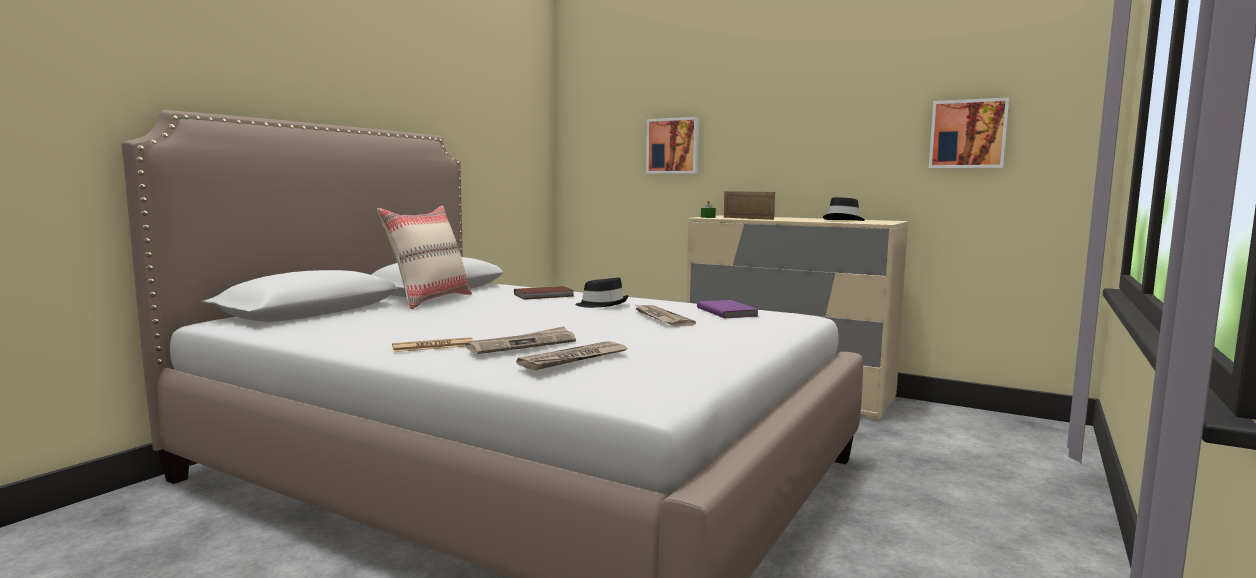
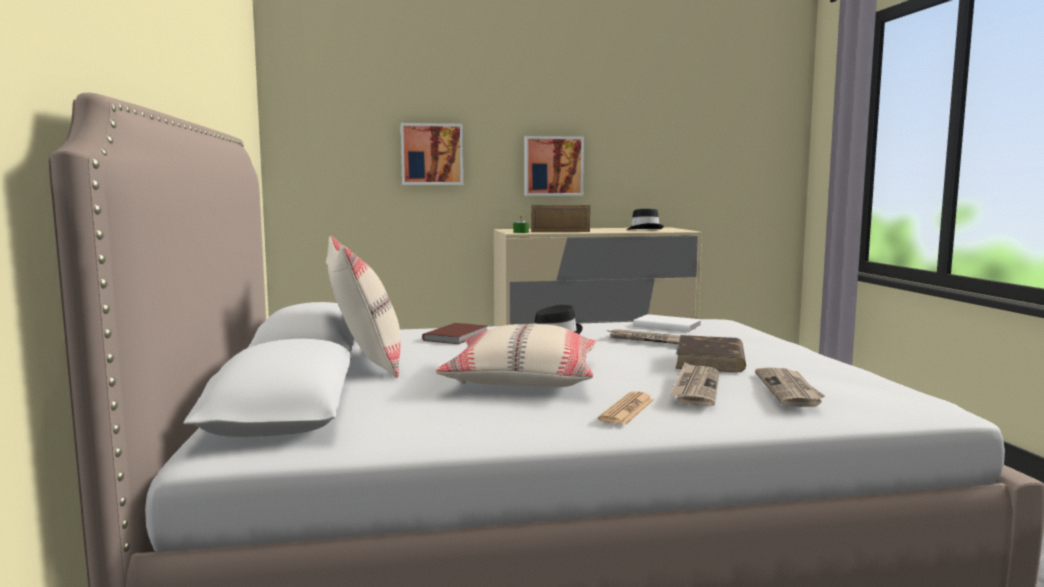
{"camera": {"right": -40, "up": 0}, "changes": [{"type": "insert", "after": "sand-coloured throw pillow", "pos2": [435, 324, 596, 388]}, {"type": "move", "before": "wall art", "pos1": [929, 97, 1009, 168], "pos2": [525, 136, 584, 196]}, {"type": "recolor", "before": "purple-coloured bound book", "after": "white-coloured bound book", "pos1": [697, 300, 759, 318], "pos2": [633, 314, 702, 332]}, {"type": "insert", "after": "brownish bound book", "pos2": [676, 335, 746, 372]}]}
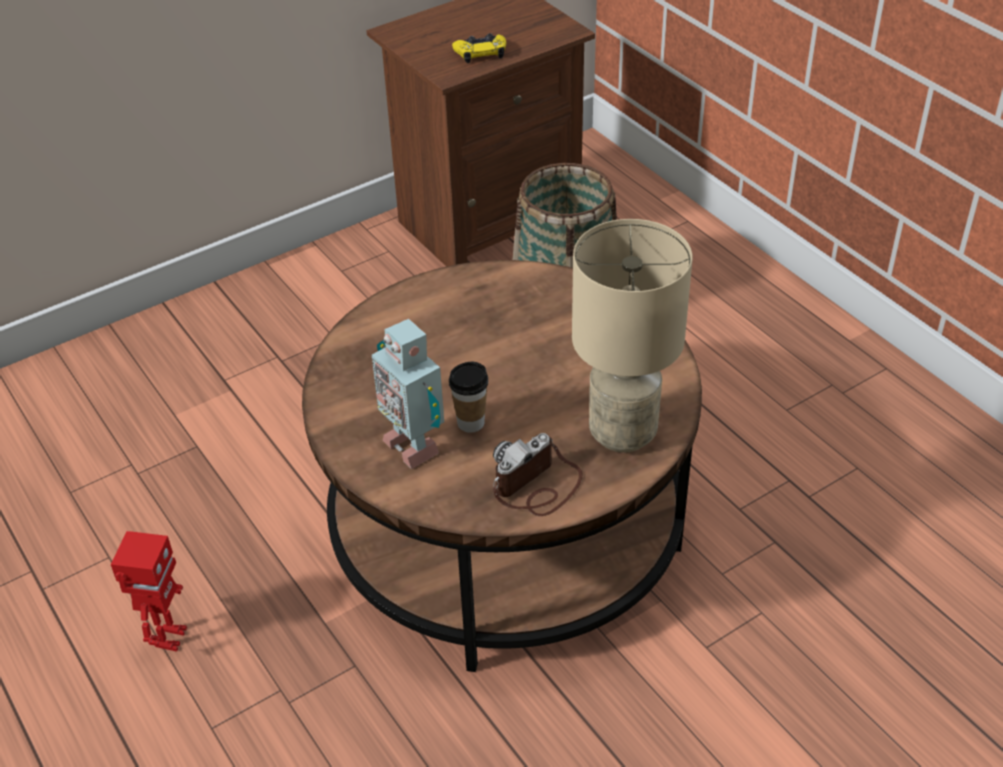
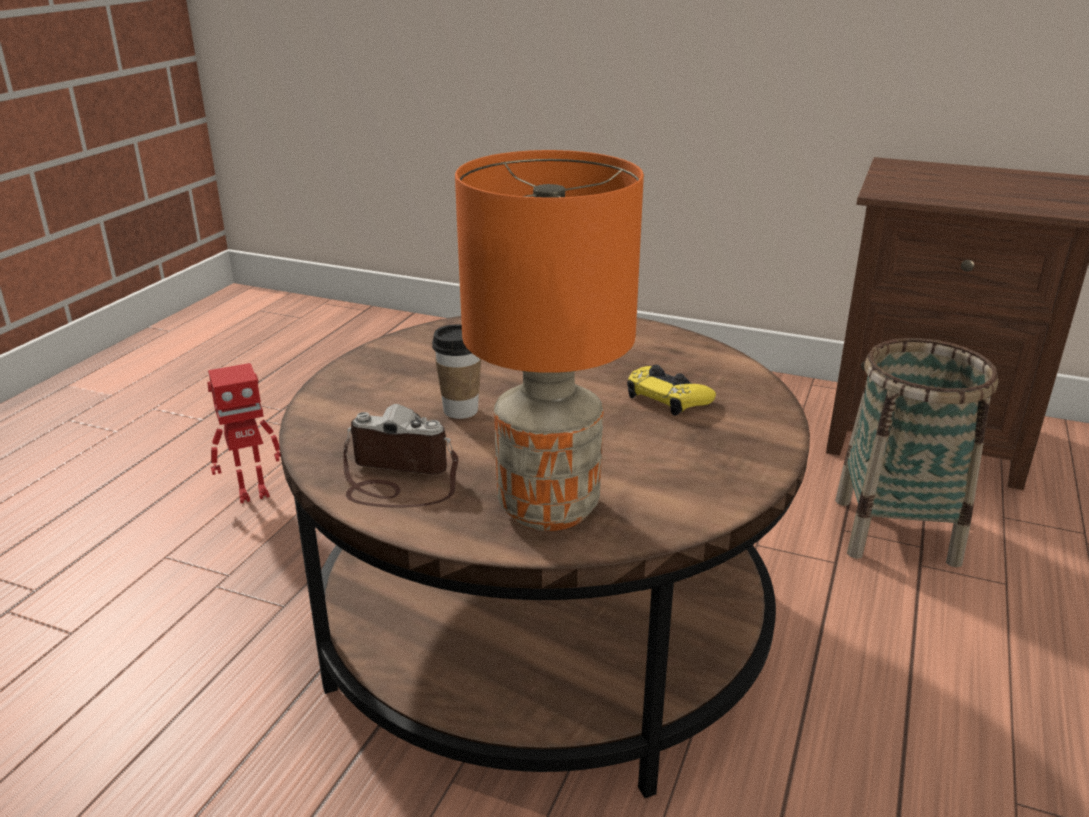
{"camera": {"right": 55, "up": -15}, "changes": [{"type": "recolor", "before": "sand-coloured tabletop lamp", "after": "orange-coloured tabletop lamp", "pos1": [572, 219, 692, 453], "pos2": [455, 150, 644, 531]}, {"type": "move", "before": "yellow-coloured joypad", "pos1": [452, 33, 506, 63], "pos2": [627, 365, 716, 416]}, {"type": "delete", "before": "toy robot", "pos1": [372, 319, 444, 469]}]}
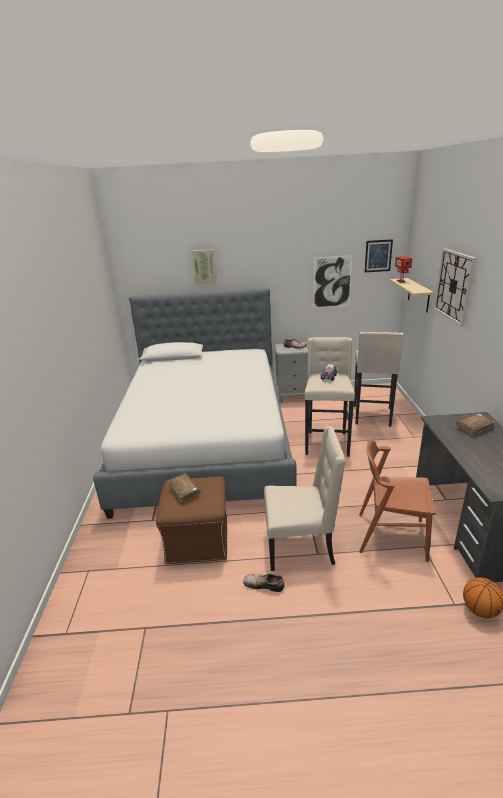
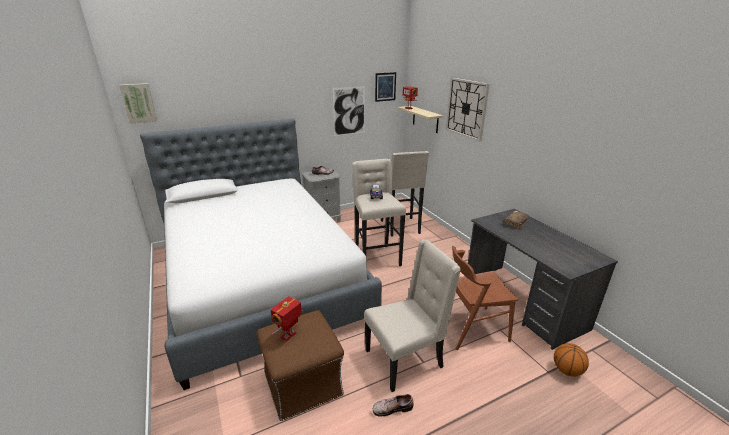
{"camera": {"right": -25, "up": 0}, "changes": [{"type": "move", "before": "wall art", "pos1": [192, 249, 217, 285], "pos2": [119, 83, 157, 124]}, {"type": "replace", "before": "brownish bound book", "after": "toy robot", "pos1": [167, 473, 201, 504], "pos2": [271, 296, 303, 341]}]}
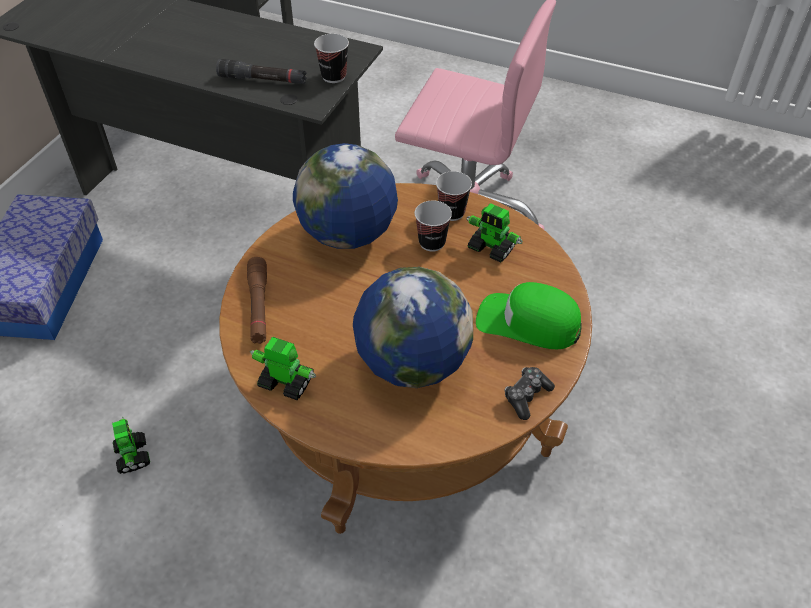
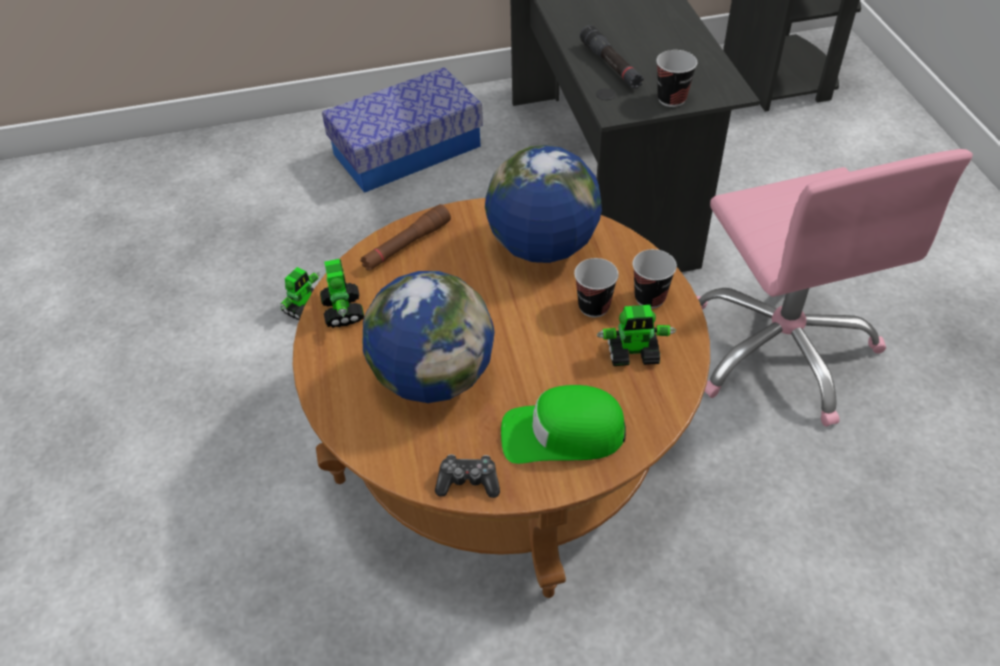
{"camera": {"right": 55, "up": 0}, "changes": [{"type": "rotate", "before": "green peaked cap", "pos1": [476, 282, 582, 349], "pos2": [501, 385, 626, 464], "turn": -75}, {"type": "rotate", "before": "toy robot", "pos1": [466, 203, 523, 263], "pos2": [597, 305, 676, 366], "turn": -90}]}
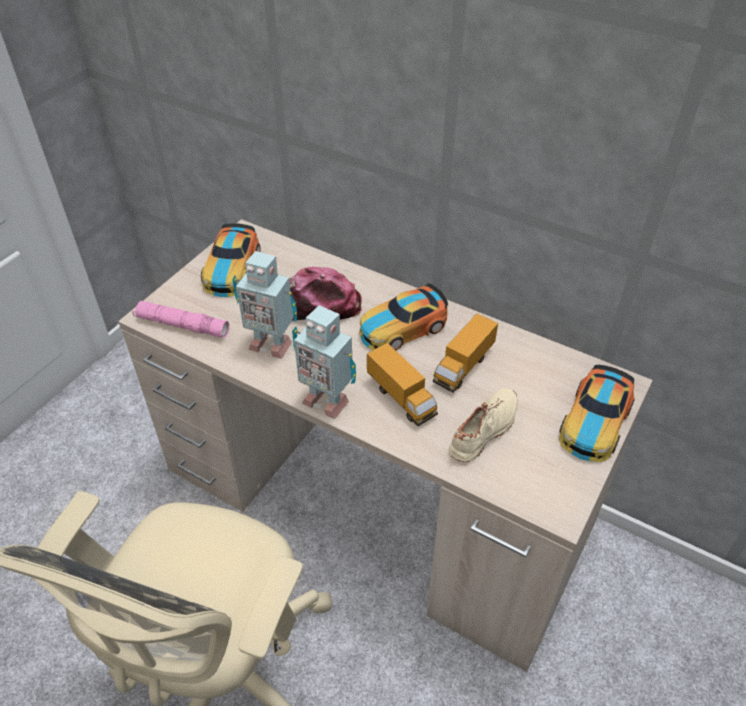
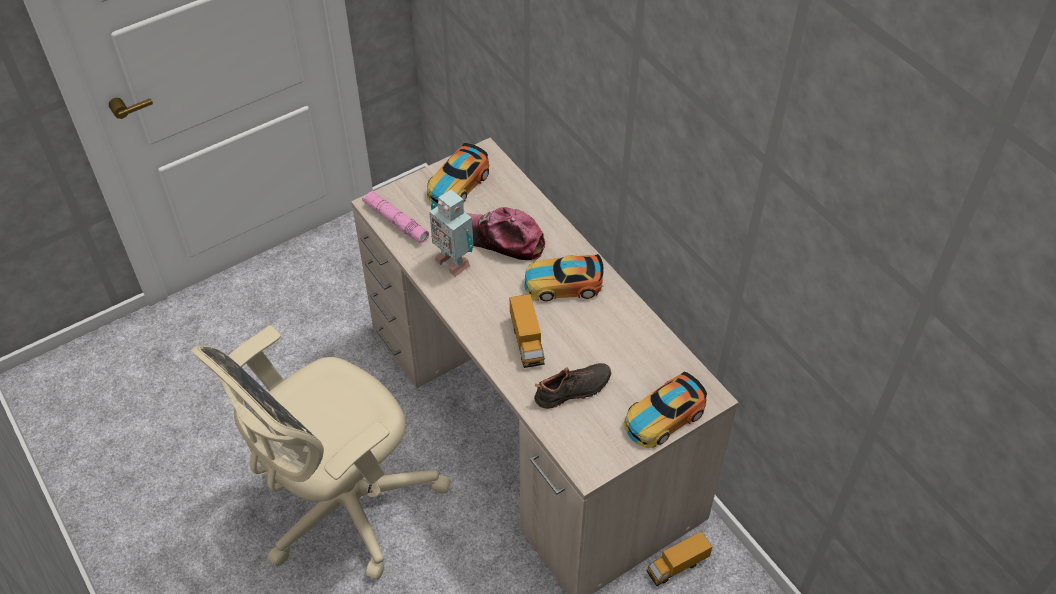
{"camera": {"right": 25, "up": 5}, "changes": [{"type": "recolor", "before": "sand-coloured item of footwear", "after": "black item of footwear", "pos1": [449, 388, 518, 462], "pos2": [534, 363, 611, 409]}, {"type": "move", "before": "model truck", "pos1": [433, 313, 498, 393], "pos2": [646, 531, 712, 586]}, {"type": "delete", "before": "toy robot", "pos1": [292, 305, 356, 419]}]}
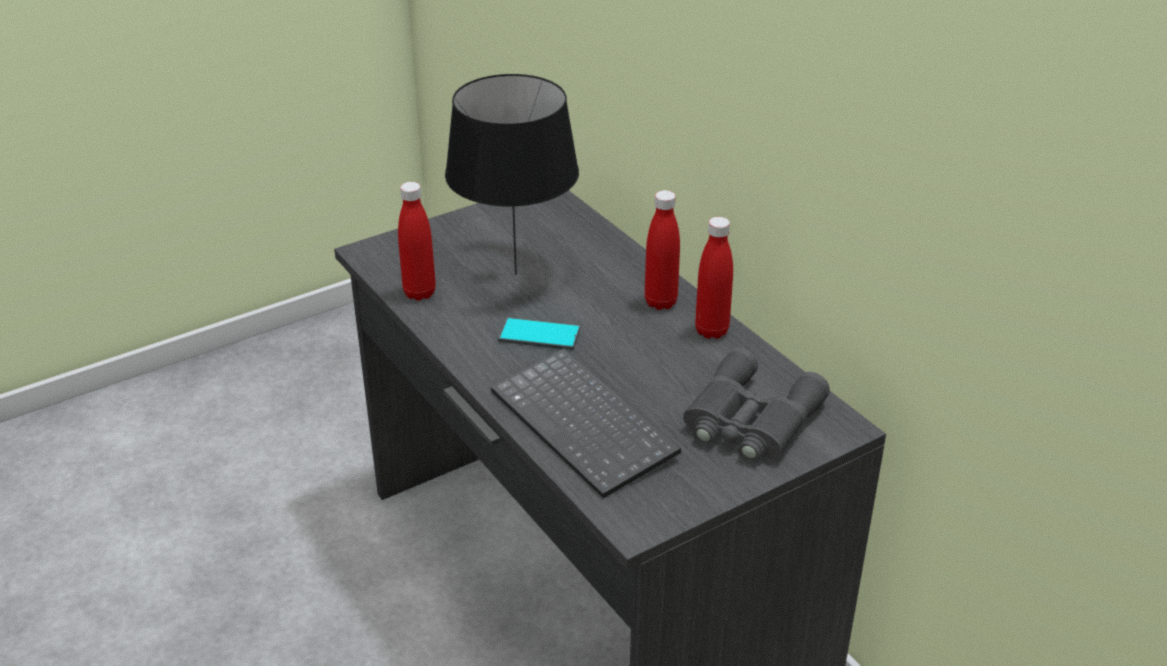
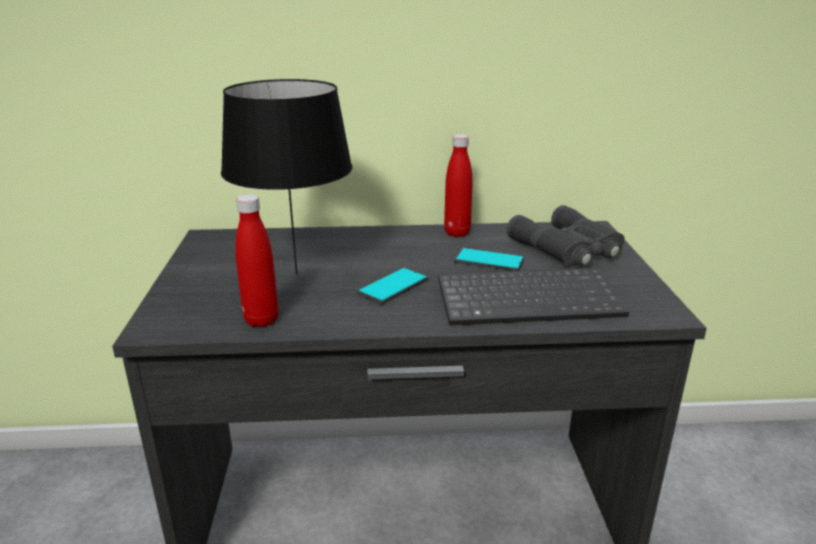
{"camera": {"right": -60, "up": -10}, "changes": [{"type": "insert", "after": "telephone", "pos2": [454, 248, 524, 271]}, {"type": "delete", "before": "reddish bottle", "pos1": [645, 190, 680, 310]}]}
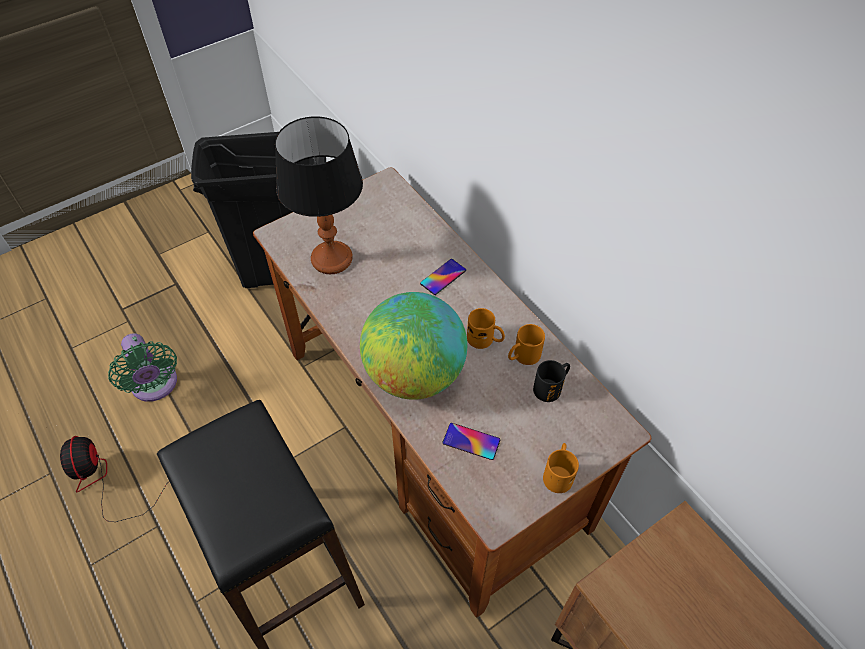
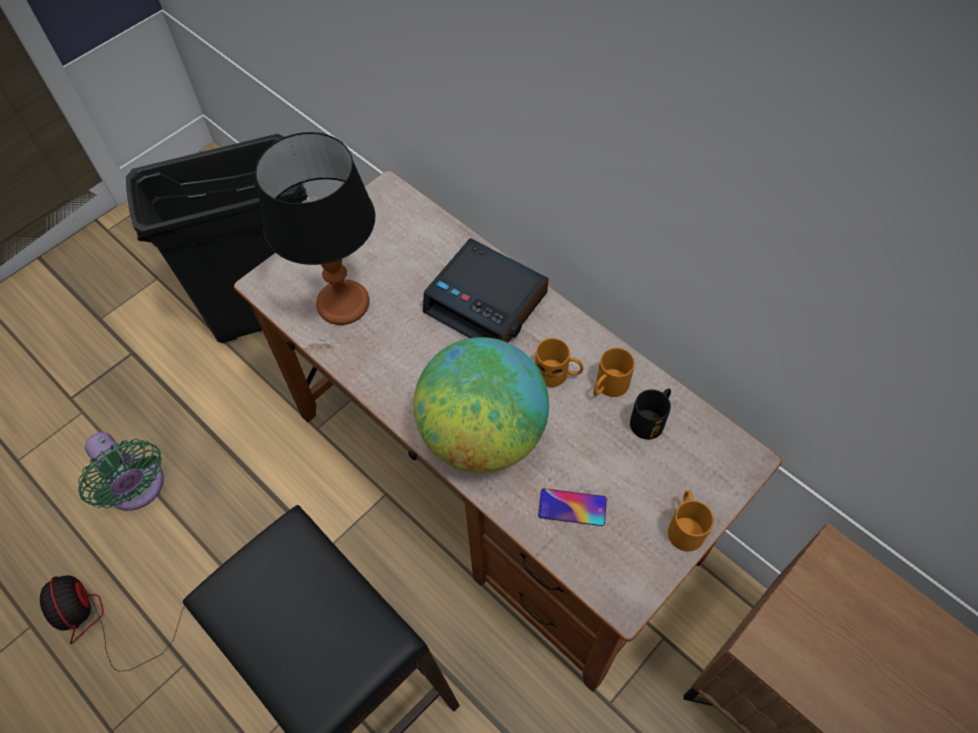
{"camera": {"right": -10, "up": 5}, "changes": [{"type": "replace", "before": "telephone", "after": "table clock", "pos1": [420, 259, 466, 295], "pos2": [423, 238, 549, 343]}]}
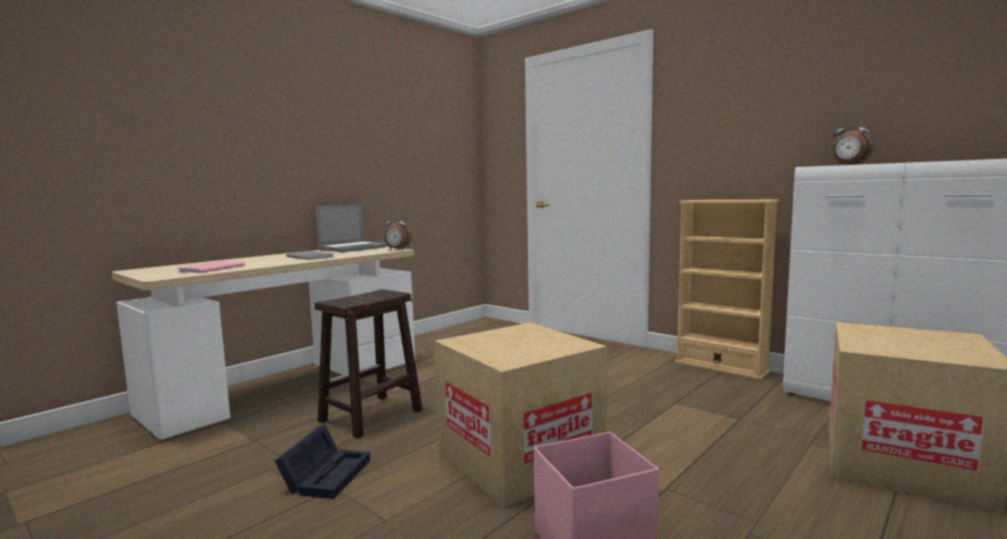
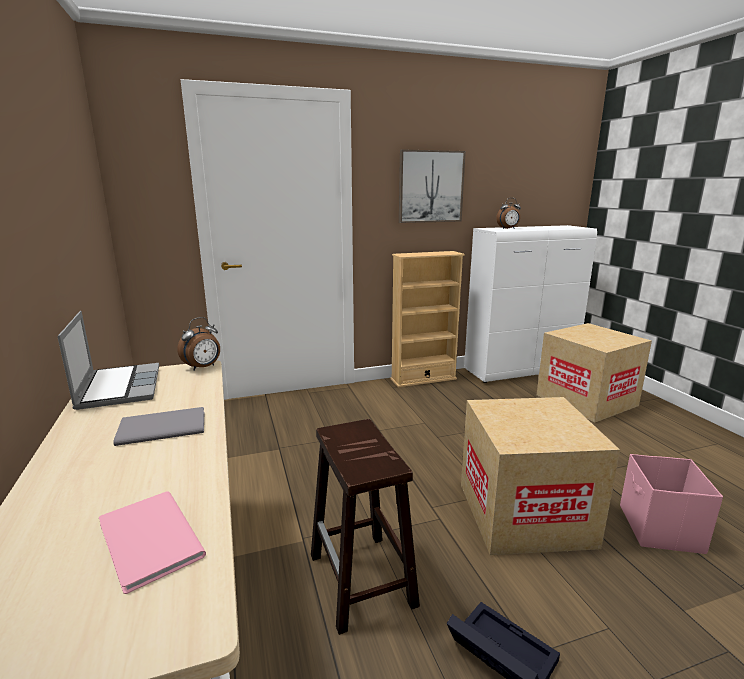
{"camera": {"right": -60, "up": 10}, "changes": [{"type": "insert", "after": "wall art", "pos2": [399, 149, 466, 223]}]}
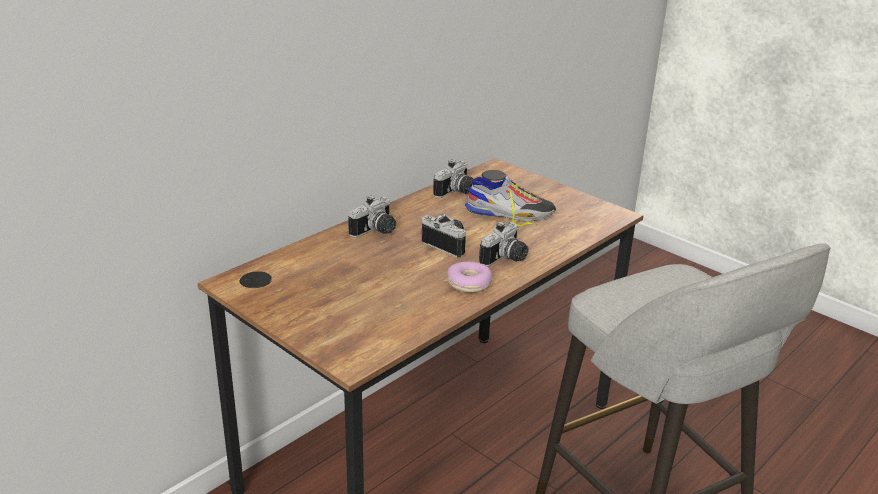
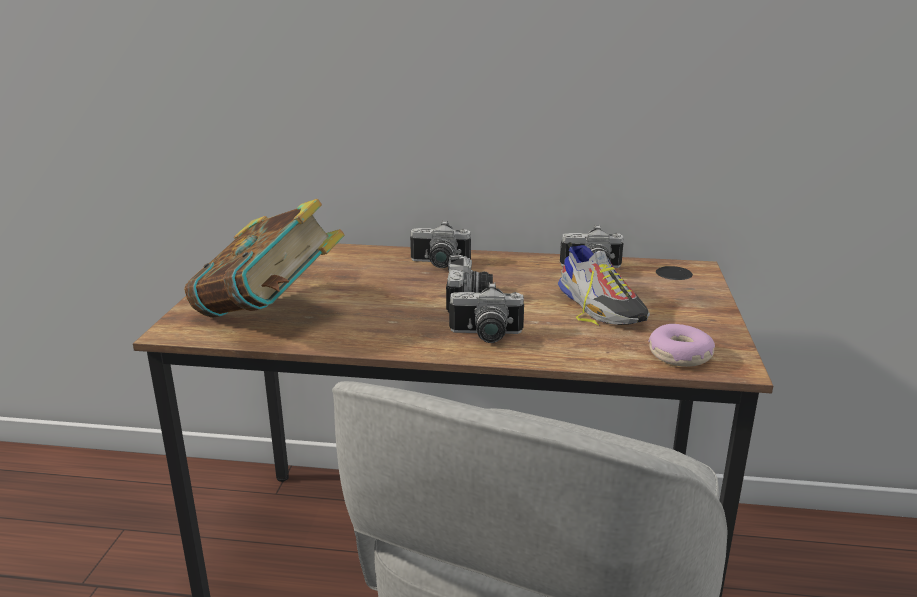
{"camera": {"right": 55, "up": -5}, "changes": [{"type": "insert", "after": "bound book", "pos2": [184, 199, 345, 318]}, {"type": "move", "before": "donut", "pos1": [447, 261, 493, 293], "pos2": [648, 324, 715, 367]}]}
